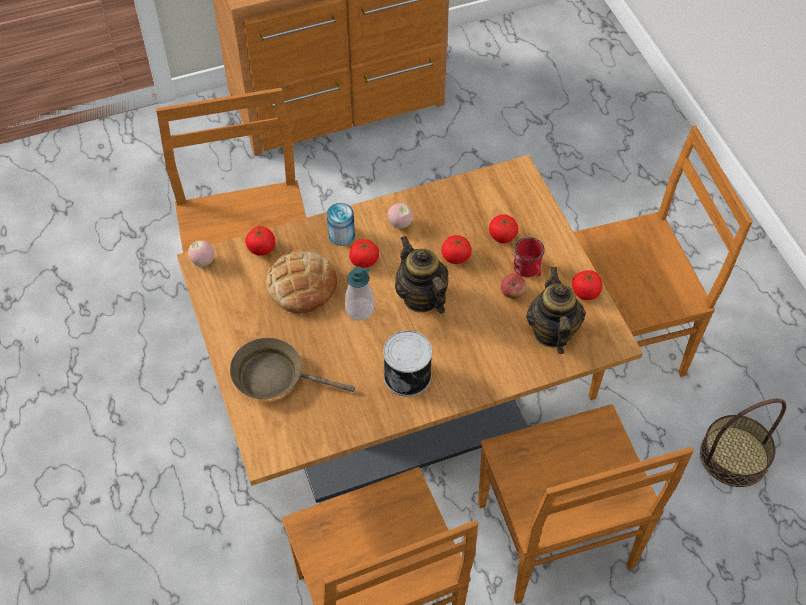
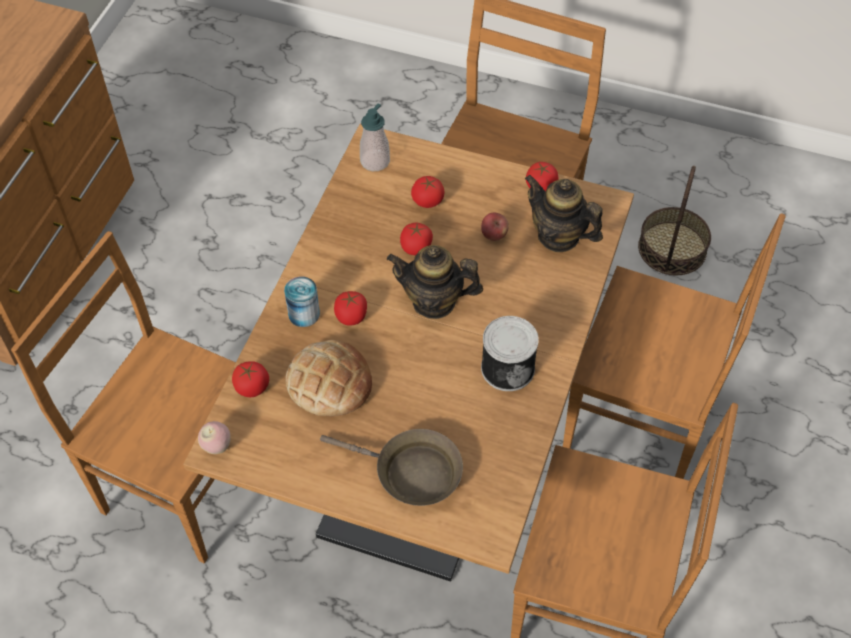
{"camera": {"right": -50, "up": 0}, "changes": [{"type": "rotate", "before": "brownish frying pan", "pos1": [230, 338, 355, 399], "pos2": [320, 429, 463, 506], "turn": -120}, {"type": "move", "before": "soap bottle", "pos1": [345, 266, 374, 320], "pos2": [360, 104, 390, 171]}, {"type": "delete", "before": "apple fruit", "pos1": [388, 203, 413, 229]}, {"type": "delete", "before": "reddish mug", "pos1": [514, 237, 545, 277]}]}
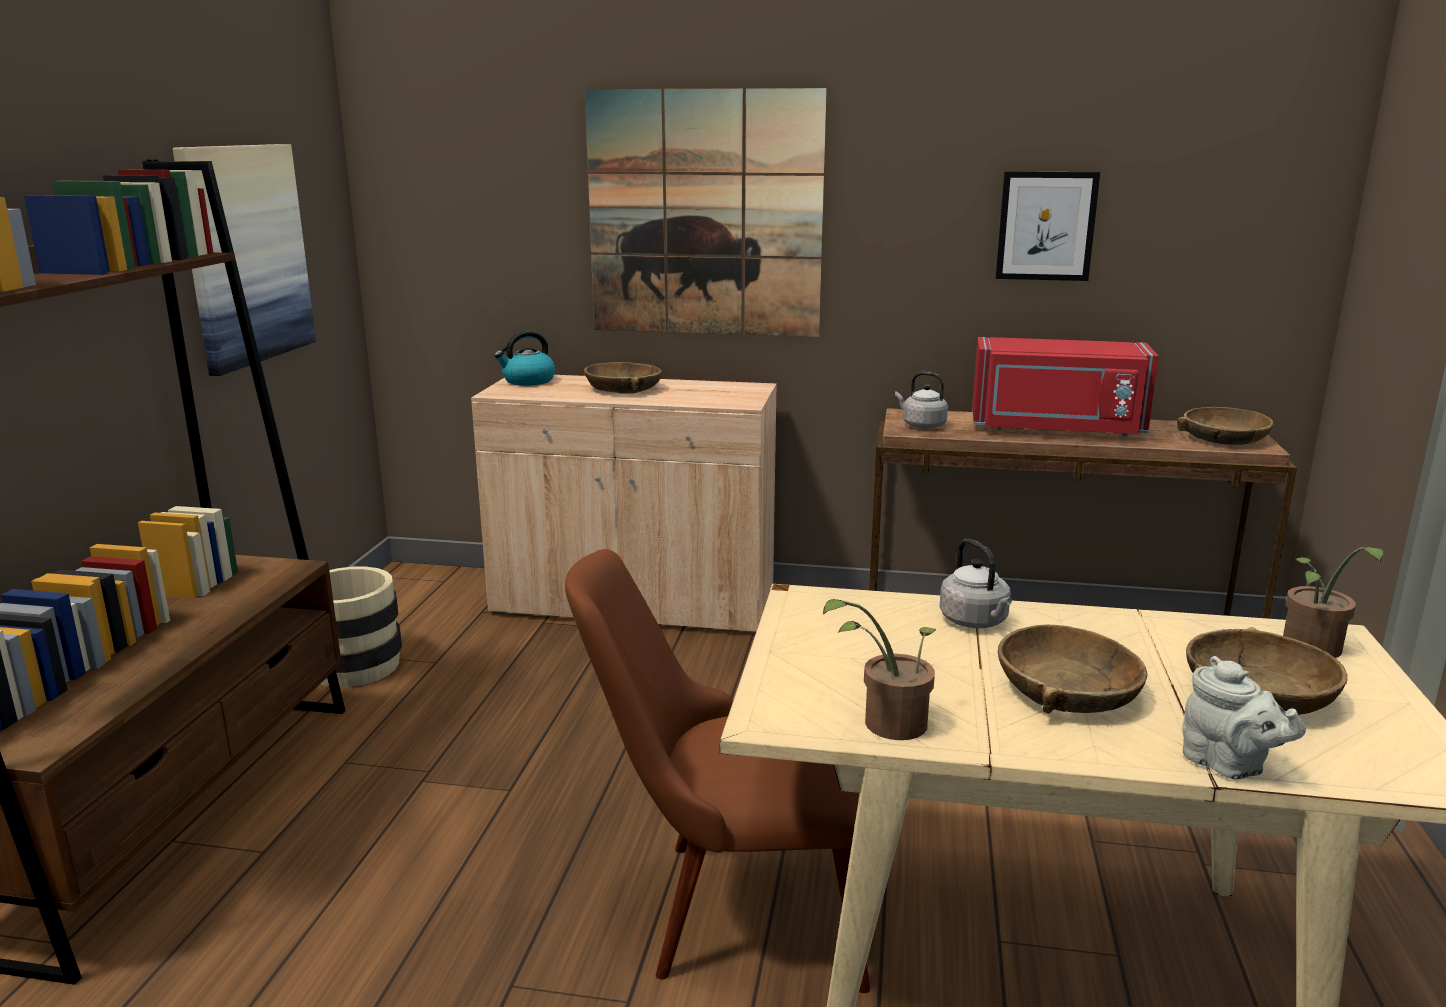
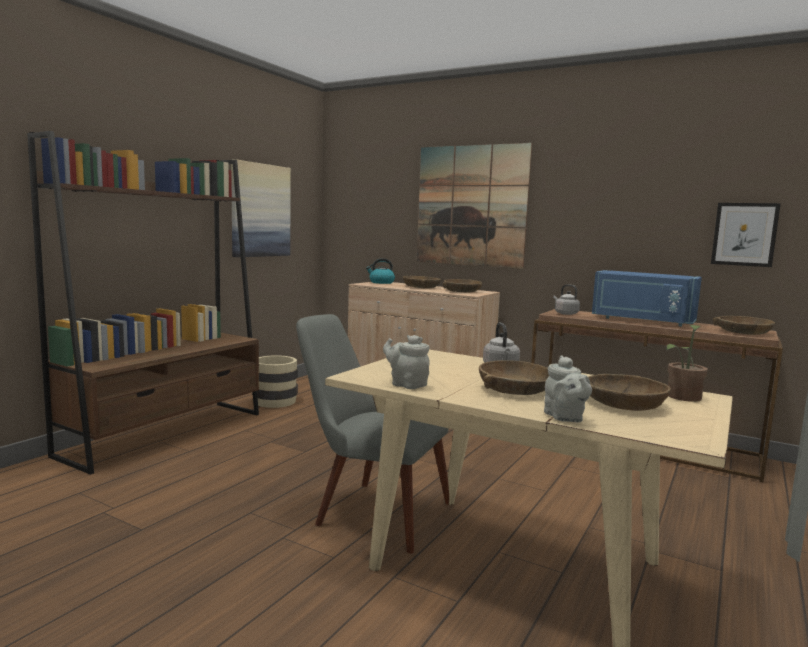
{"camera": {"right": 20, "up": -10}, "changes": [{"type": "recolor", "before": "brownish plain chair", "after": "grey plain chair", "pos1": [565, 549, 870, 993], "pos2": [296, 314, 449, 553]}, {"type": "replace", "before": "plant in a pot", "after": "grey pot for tea", "pos1": [823, 599, 936, 740], "pos2": [383, 335, 430, 389]}, {"type": "insert", "after": "brownish bowl", "pos2": [443, 279, 482, 292]}, {"type": "recolor", "before": "reddish microwave oven", "after": "blue-coloured microwave oven", "pos1": [972, 337, 1159, 437], "pos2": [592, 270, 702, 327]}, {"type": "move", "before": "wall art", "pos1": [996, 171, 1100, 281], "pos2": [711, 203, 781, 267]}]}
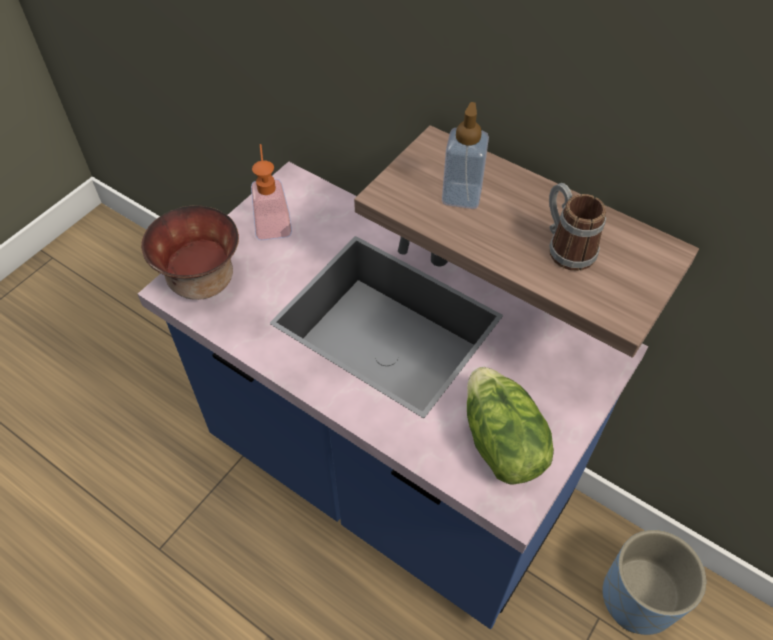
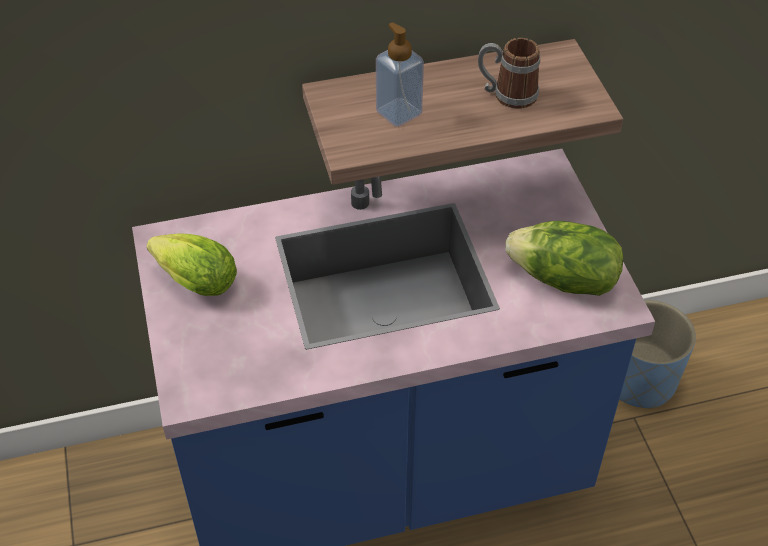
{"camera": {"right": -50, "up": -5}, "changes": [{"type": "replace", "before": "soap bottle", "after": "lettuce", "pos1": [251, 144, 292, 240], "pos2": [147, 233, 237, 296]}, {"type": "delete", "before": "bowl", "pos1": [141, 206, 239, 300]}]}
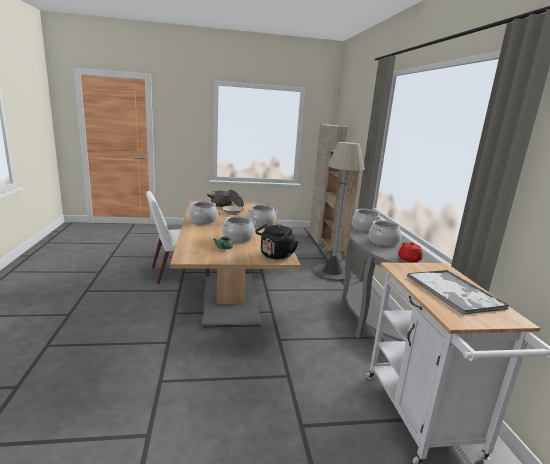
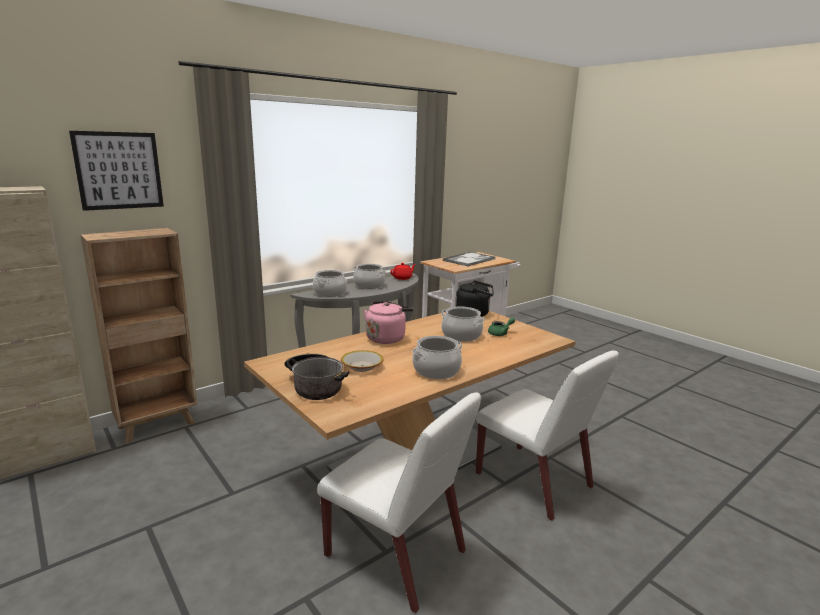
{"camera": {"right": -120, "up": 0}, "changes": [{"type": "insert", "after": "wall art", "pos2": [69, 131, 164, 211]}, {"type": "replace", "before": "saucepot", "after": "pinkish water kettle", "pos1": [247, 205, 278, 227], "pos2": [363, 301, 413, 344]}, {"type": "insert", "after": "white-coloured plain chair", "pos2": [476, 351, 619, 521]}, {"type": "delete", "before": "grey standard lamp", "pos1": [313, 142, 365, 281]}]}
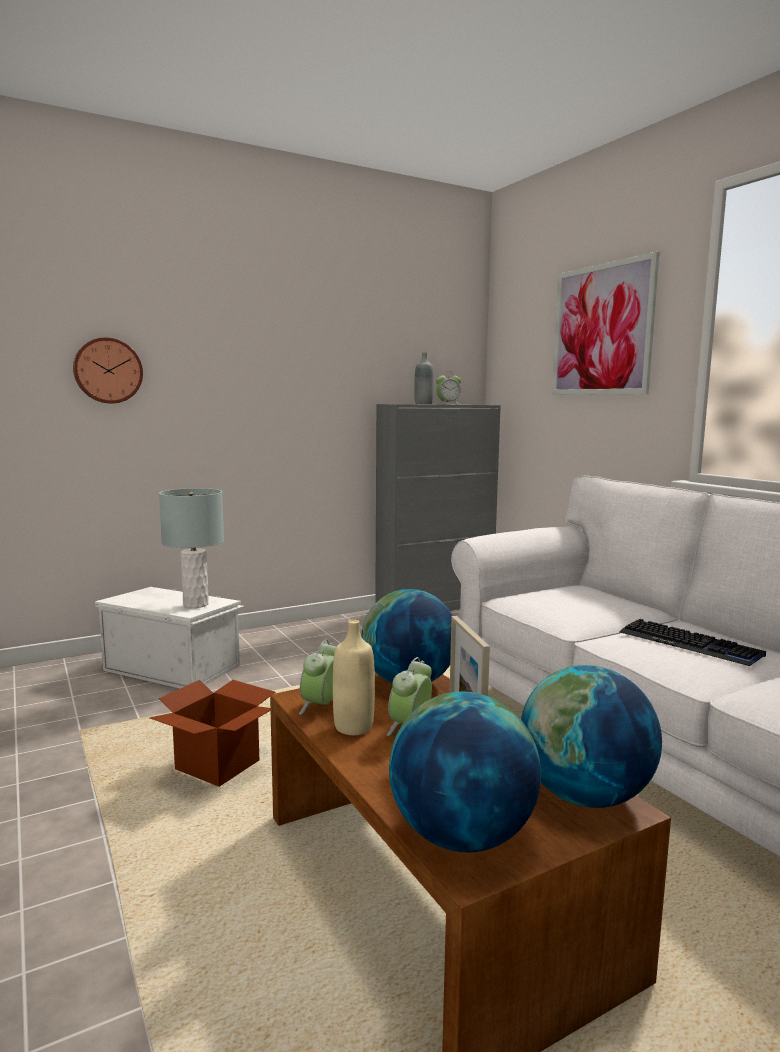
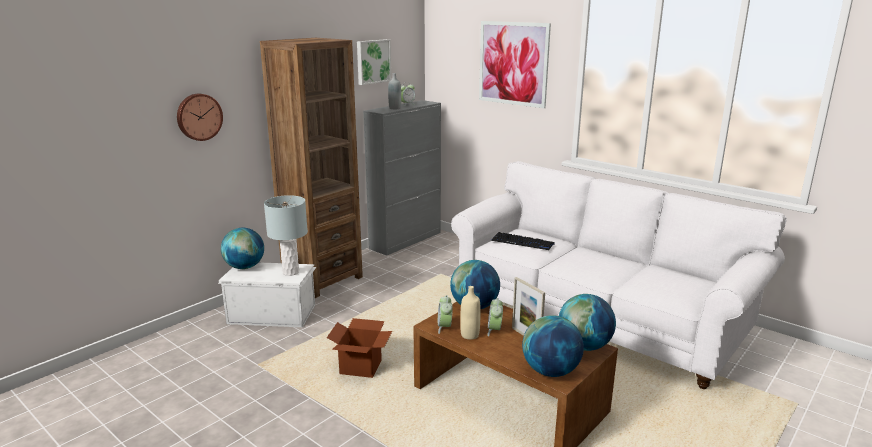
{"camera": {"right": -20, "up": 10}, "changes": [{"type": "insert", "after": "globe", "pos2": [221, 228, 264, 269]}, {"type": "insert", "after": "brownish bookshelf", "pos2": [260, 38, 363, 298]}, {"type": "insert", "after": "wall art", "pos2": [357, 39, 391, 85]}, {"type": "move", "before": "computer keyboard", "pos1": [620, 619, 766, 666], "pos2": [491, 232, 555, 250]}]}
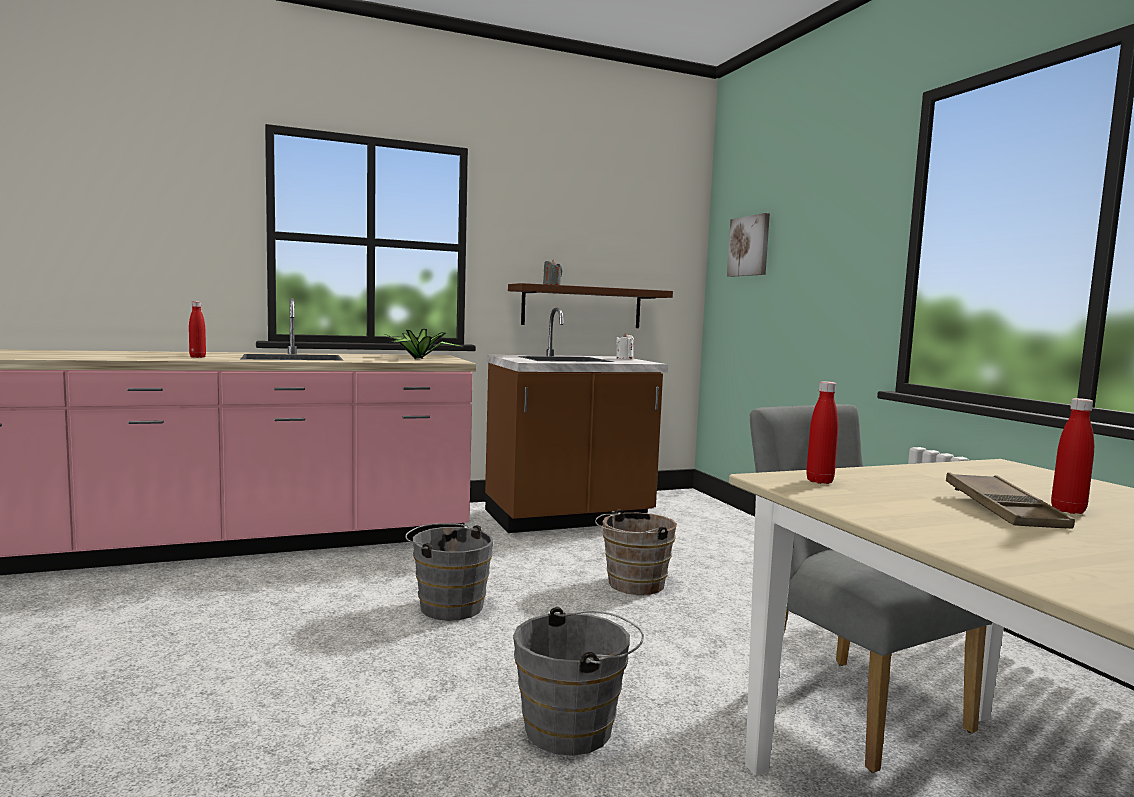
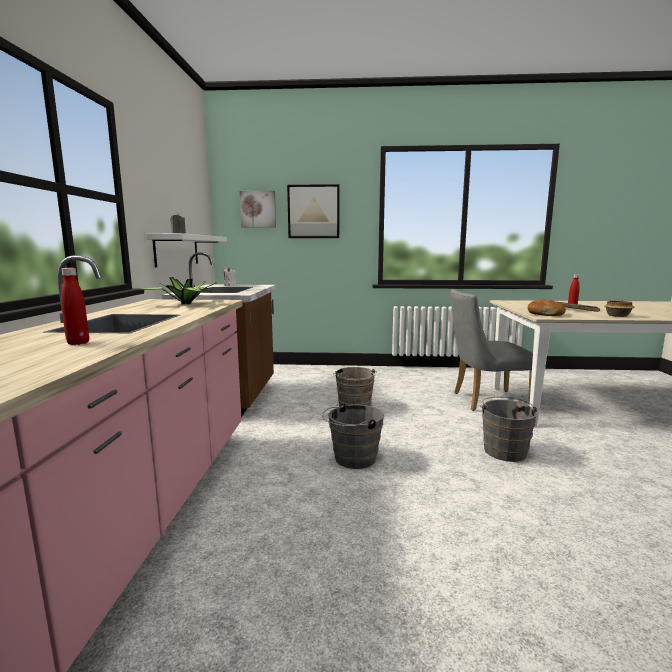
{"camera": {"right": -65, "up": 5}, "changes": [{"type": "recolor", "before": "brownish wall shelf", "after": "white-coloured wall shelf", "pos1": [508, 283, 673, 328], "pos2": [146, 233, 227, 267]}, {"type": "insert", "after": "wall art", "pos2": [287, 184, 339, 238]}, {"type": "replace", "before": "reddish bottle", "after": "baked bread", "pos1": [806, 381, 838, 484], "pos2": [528, 299, 566, 316]}, {"type": "insert", "after": "bowl", "pos2": [604, 300, 634, 317]}]}
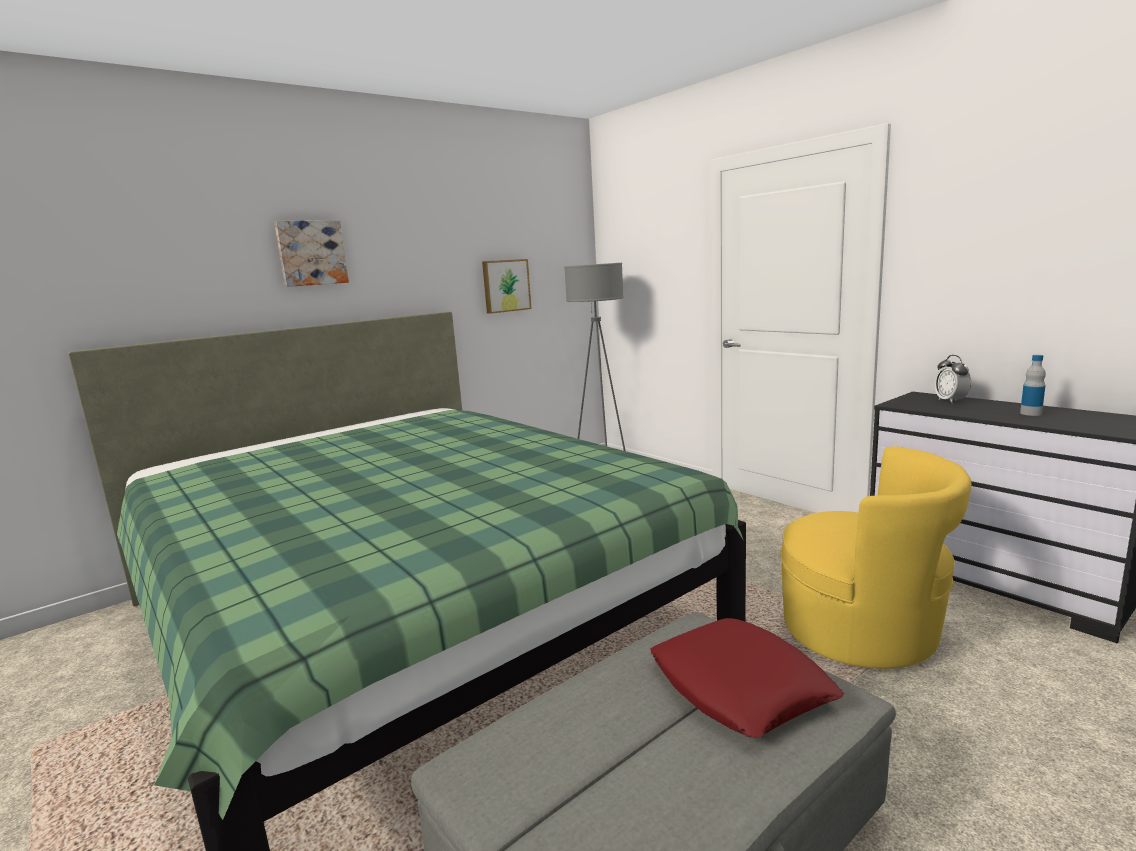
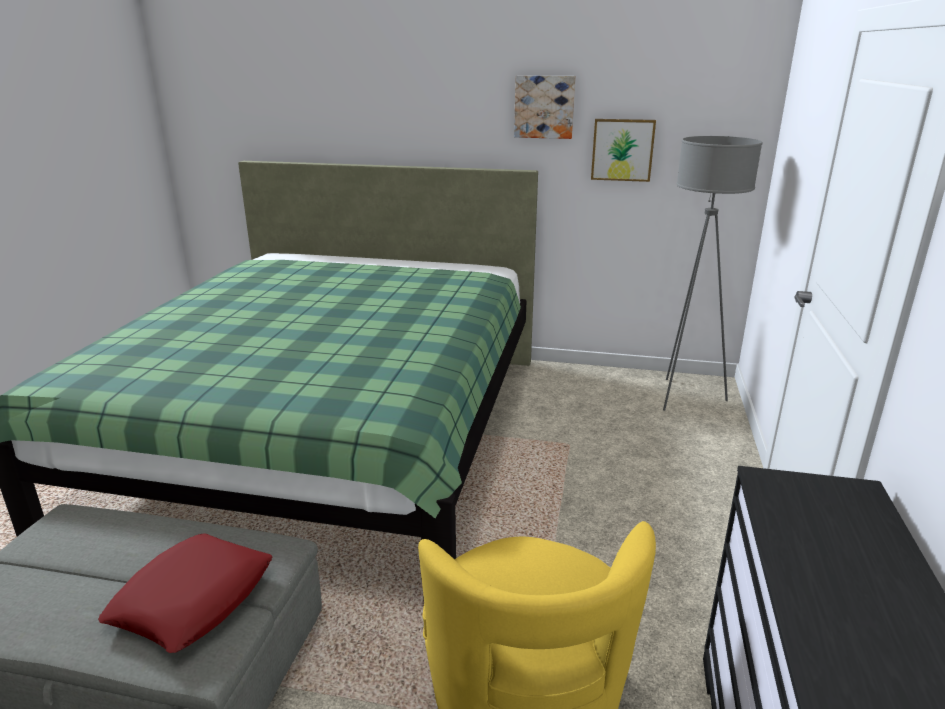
{"camera": {"right": 50, "up": 10}, "changes": [{"type": "move", "before": "wall art", "pos1": [274, 220, 349, 287], "pos2": [514, 75, 576, 139]}, {"type": "delete", "before": "table clock", "pos1": [934, 355, 971, 403]}, {"type": "delete", "before": "bottle", "pos1": [1020, 355, 1046, 416]}]}
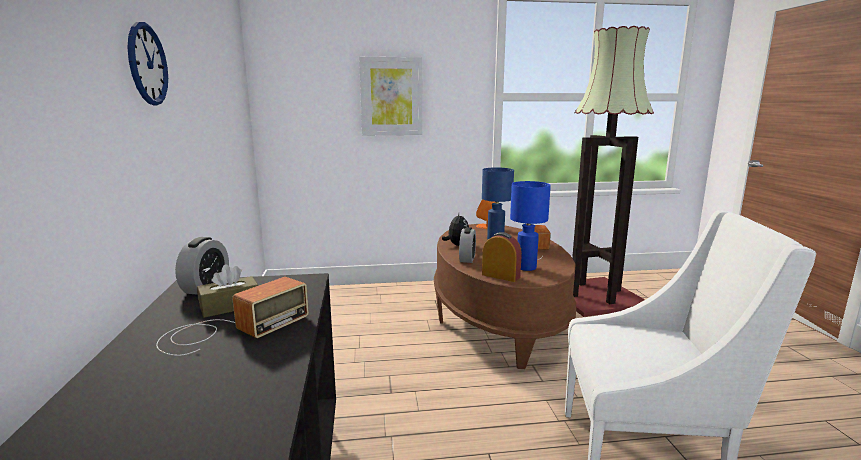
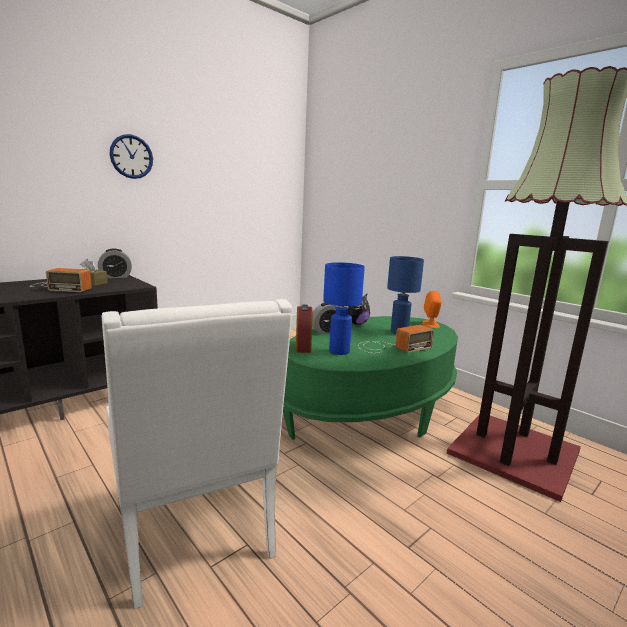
{"camera": {"right": 55, "up": 0}, "changes": [{"type": "recolor", "before": "brownish coffee table", "after": "green coffee table", "pos1": [434, 224, 577, 369], "pos2": [283, 316, 458, 440]}, {"type": "delete", "before": "wall art", "pos1": [359, 57, 422, 135]}]}
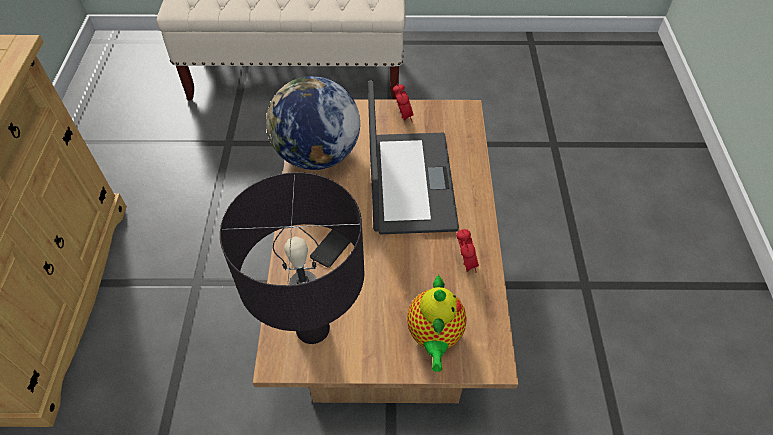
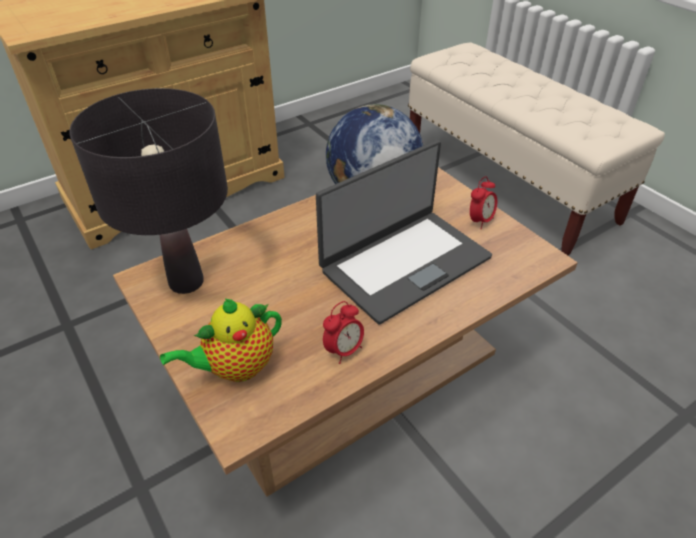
{"camera": {"right": 55, "up": -10}, "changes": [{"type": "delete", "before": "telephone", "pos1": [310, 230, 350, 268]}]}
